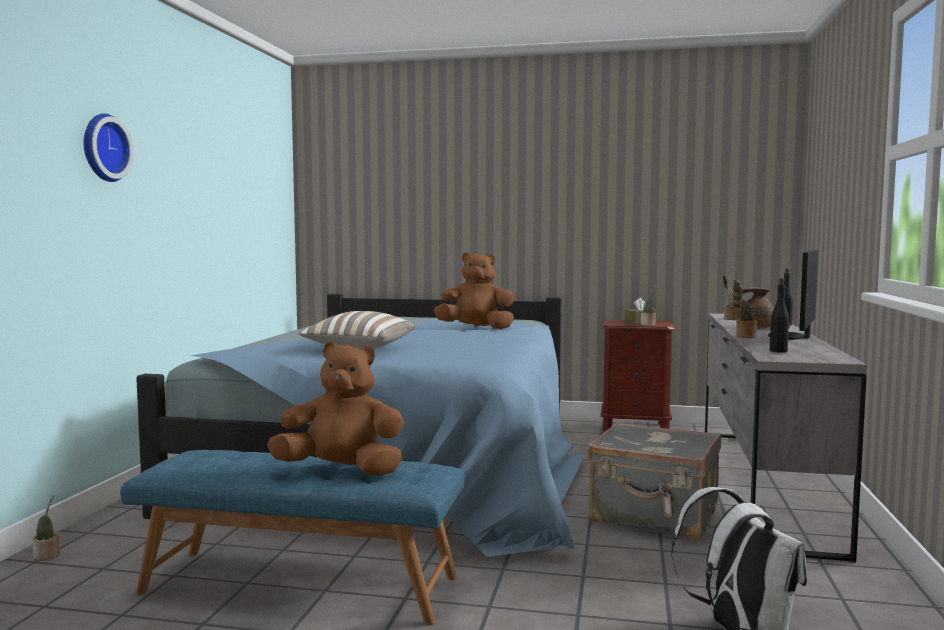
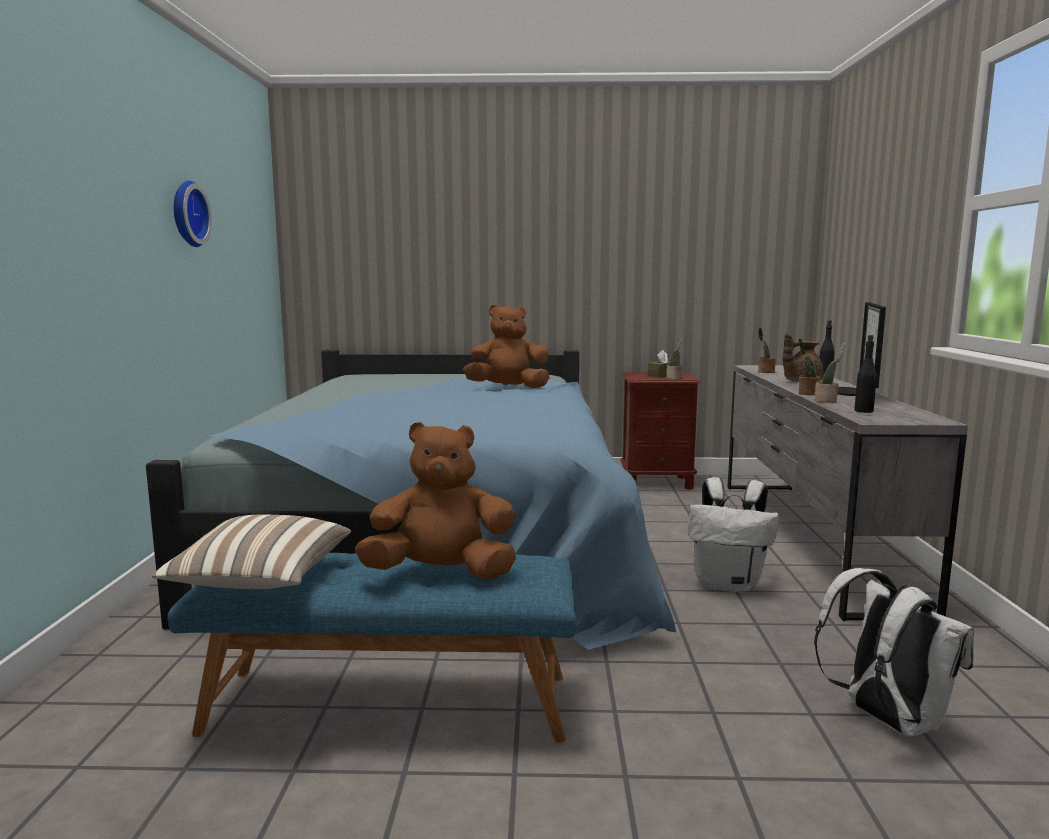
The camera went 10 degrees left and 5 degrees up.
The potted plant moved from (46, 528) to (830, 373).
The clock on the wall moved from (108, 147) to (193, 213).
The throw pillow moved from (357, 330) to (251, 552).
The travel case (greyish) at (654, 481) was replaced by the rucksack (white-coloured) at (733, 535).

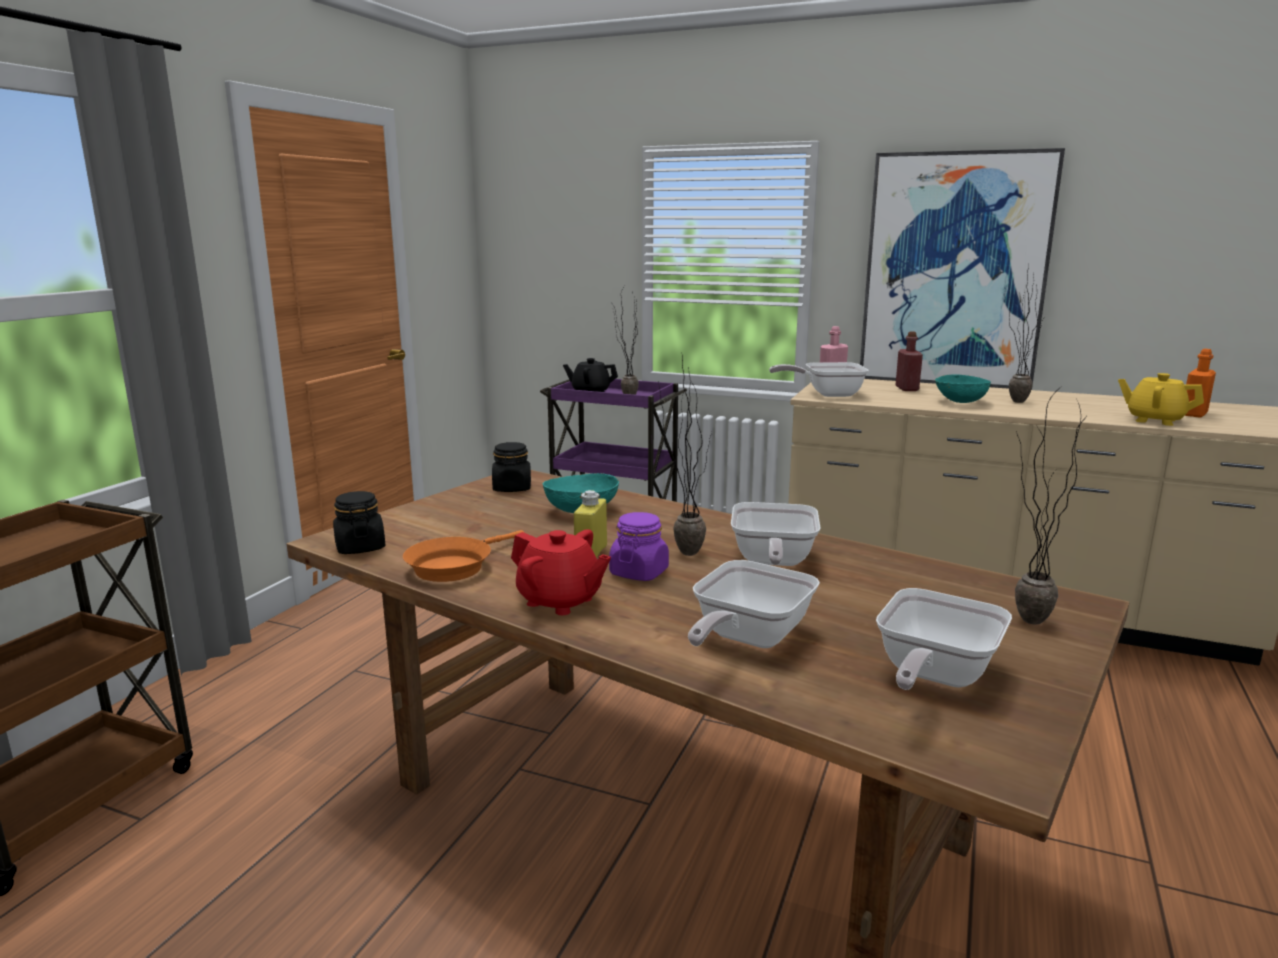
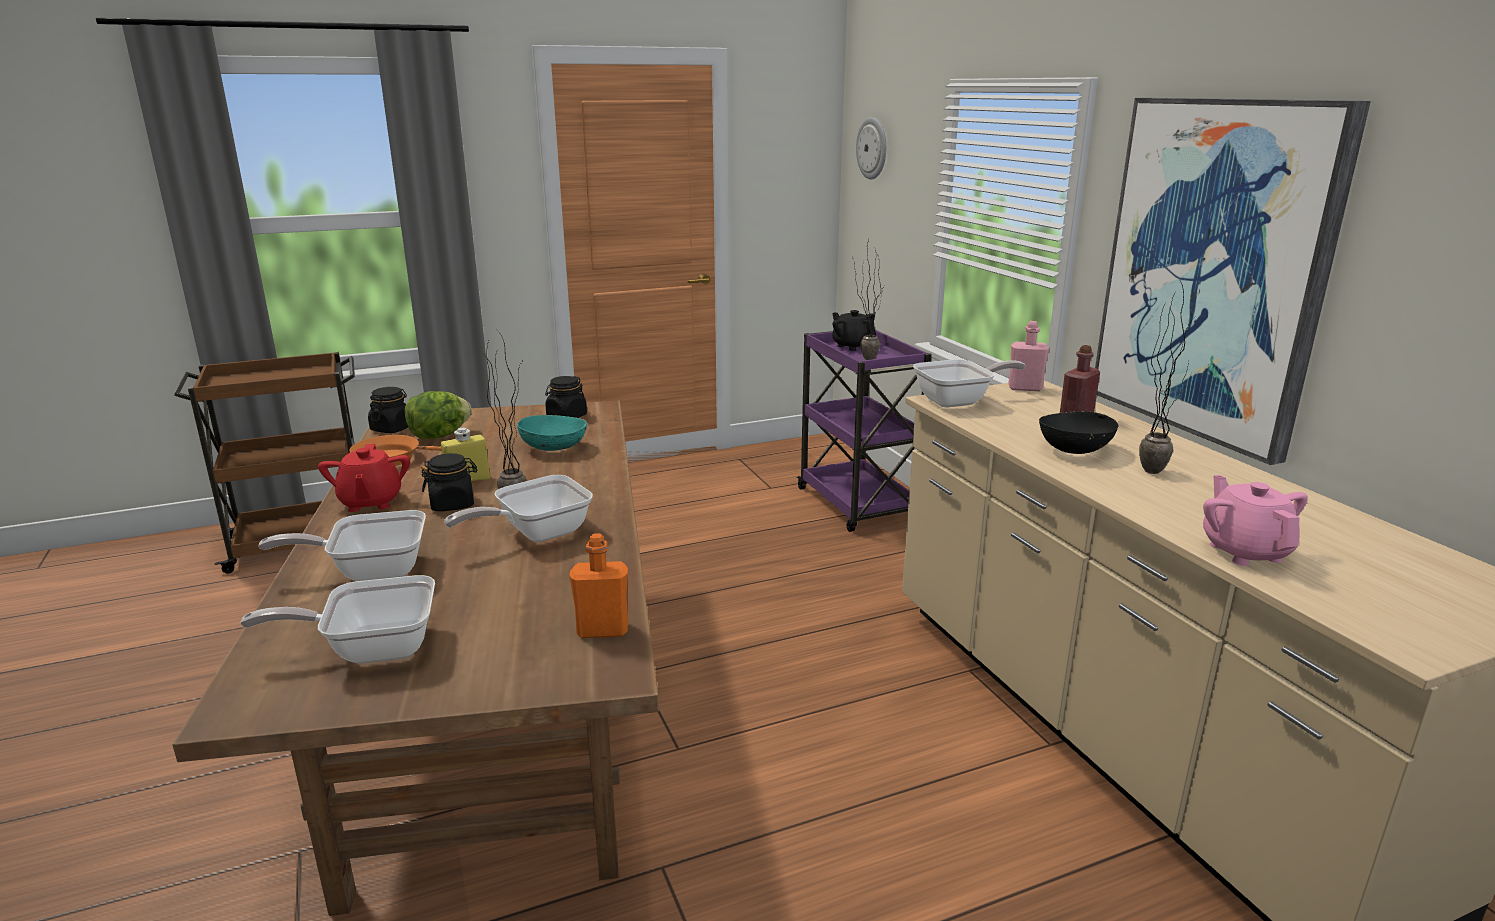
The camera went 45 degrees right and 5 degrees up.
The potted plant at (1051, 505) disappeared.
The lettuce at (438, 415) appeared.
The clock on the wall at (871, 148) appeared.
The drink bottle (orangey) moved from (1200, 383) to (598, 585).
The preserve jar (purplish) at (639, 546) became the preserve jar (black) at (449, 482).
The serving bowl (turquoise-coloured) at (963, 388) became the serving bowl (black) at (1078, 432).
The tea pot (yellow-coloured) at (1161, 399) became the tea pot (pinkish) at (1255, 520).
The frying pan at (819, 379) turned 120 degrees clockwise.

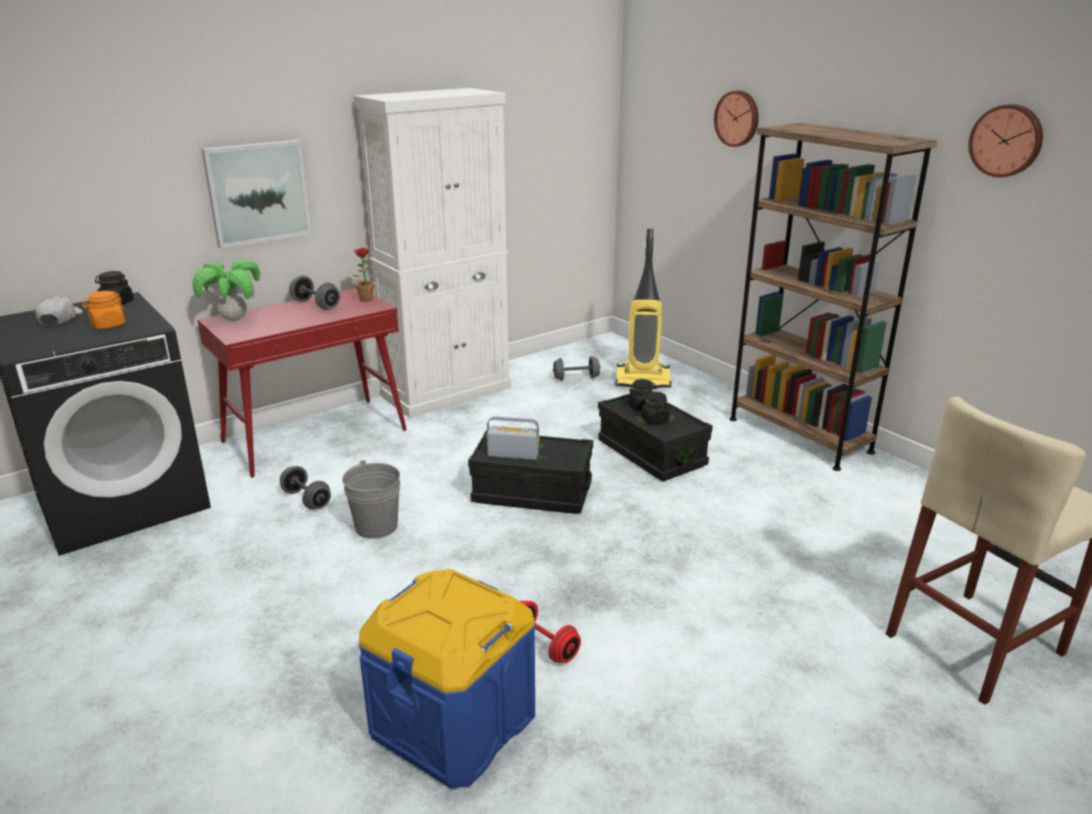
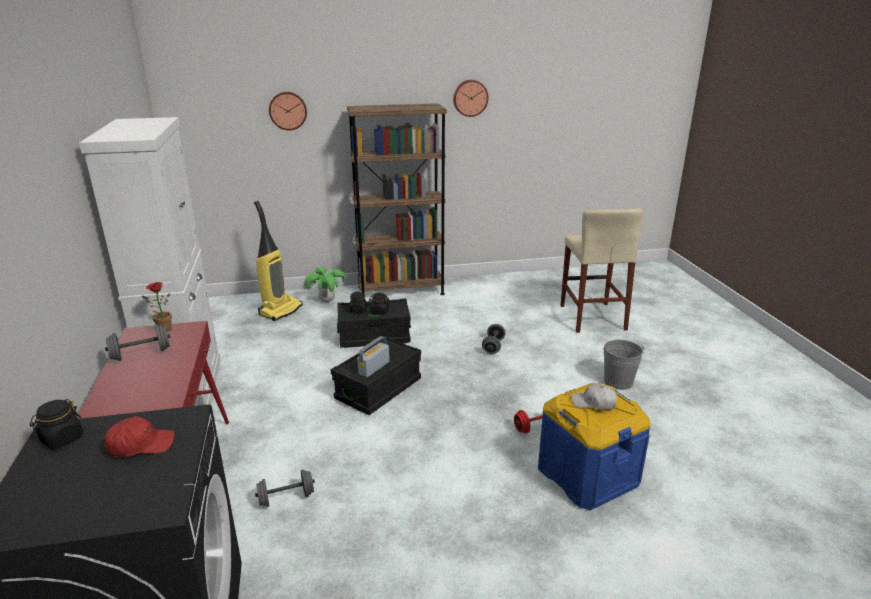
The camera went 65 degrees left and 0 degrees up.
The picture at (257, 194) disappeared.
The cap (white-coloured) moved from (59, 310) to (594, 396).
The potted plant moved from (226, 290) to (325, 284).
The pail (greyish) moved from (371, 499) to (624, 365).
The free weight (greyish) moved from (576, 368) to (494, 339).
The preserve jar (orangey) at (103, 310) was replaced by the cap (red-coloured) at (139, 436).

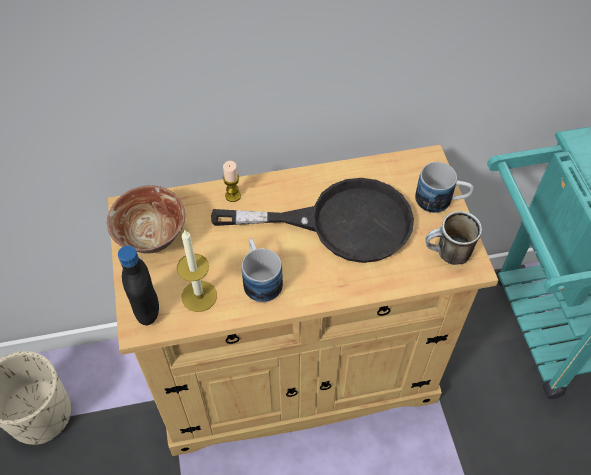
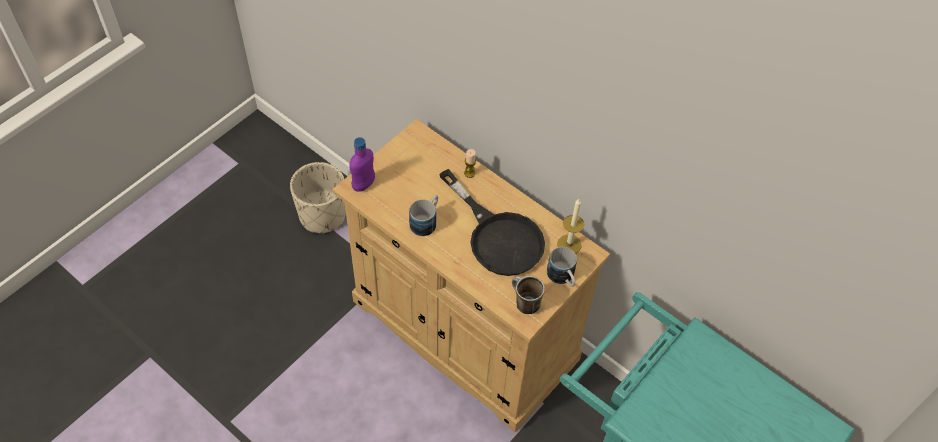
The camera went 50 degrees right and 0 degrees up.
The serving bowl at (146, 219) disappeared.
The candle moved from (197, 270) to (570, 226).
The drink bottle (black) at (138, 285) became the drink bottle (purplish) at (362, 164).

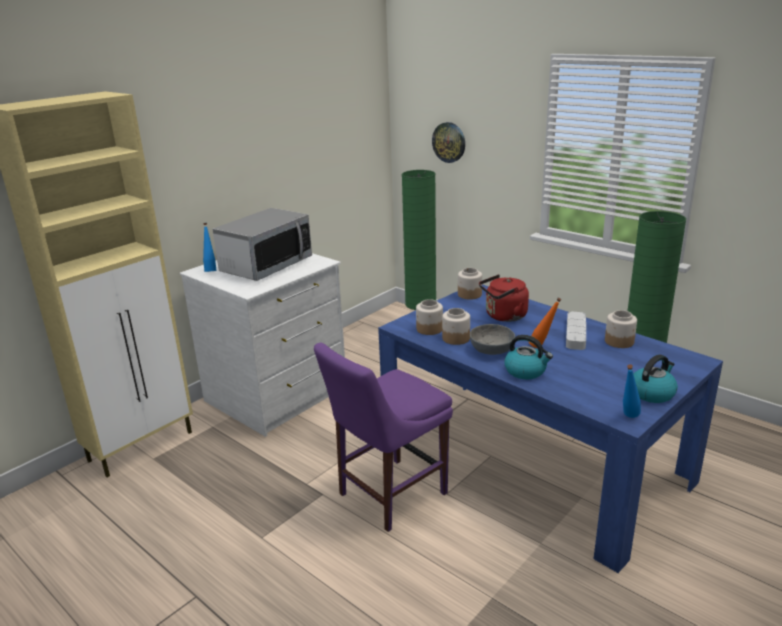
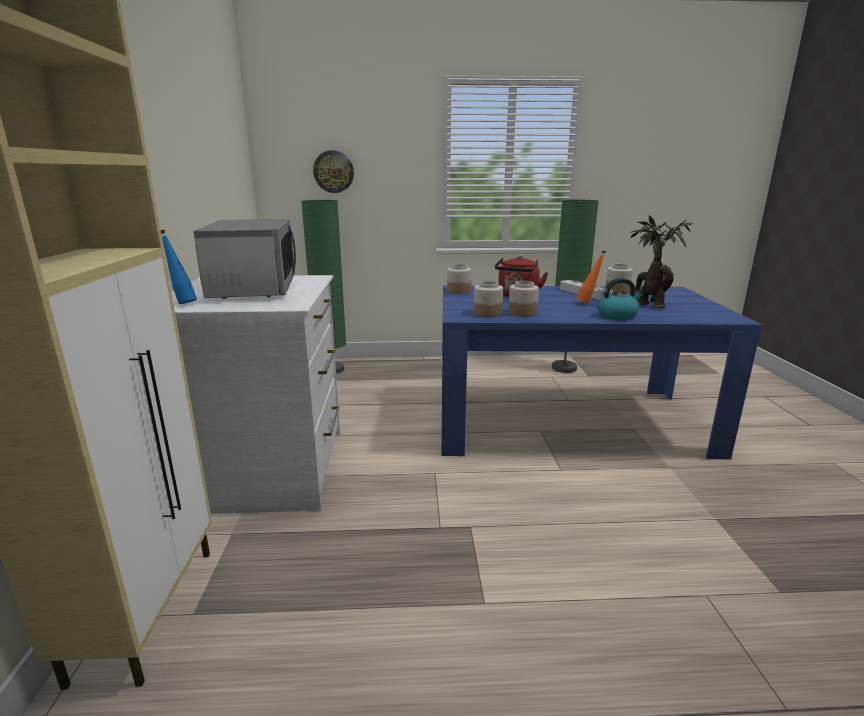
The camera went 45 degrees left and 5 degrees down.
The plain chair (purplish) at (383, 437) disappeared.
The serving bowl (greyish) at (492, 339) disappeared.
The drink bottle (bluish) at (632, 391) disappeared.
The tea kettle at (655, 378) disappeared.
The potted plant at (661, 261) appeared.

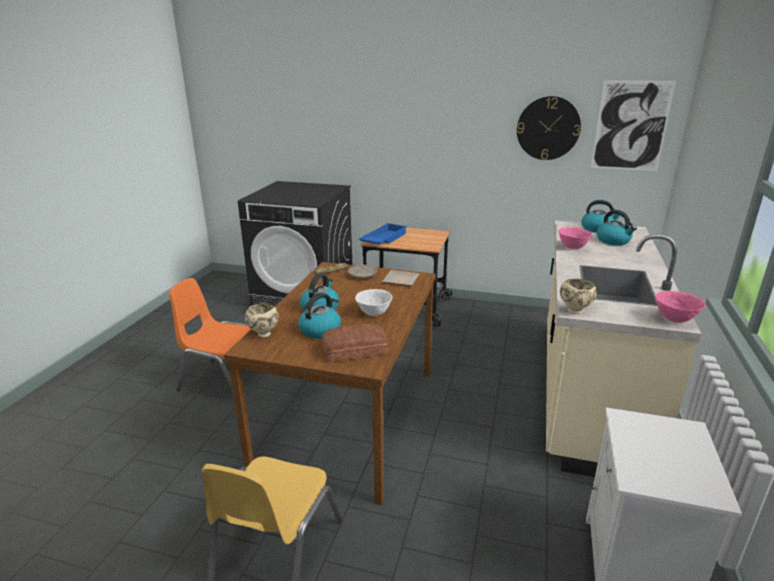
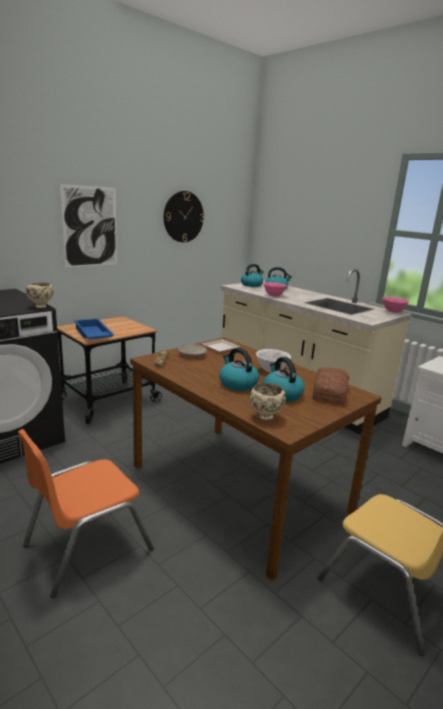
The camera went 60 degrees left and 5 degrees down.
The serving bowl (beige-coloured) moved from (578, 296) to (40, 295).
The picture moved from (633, 125) to (88, 226).

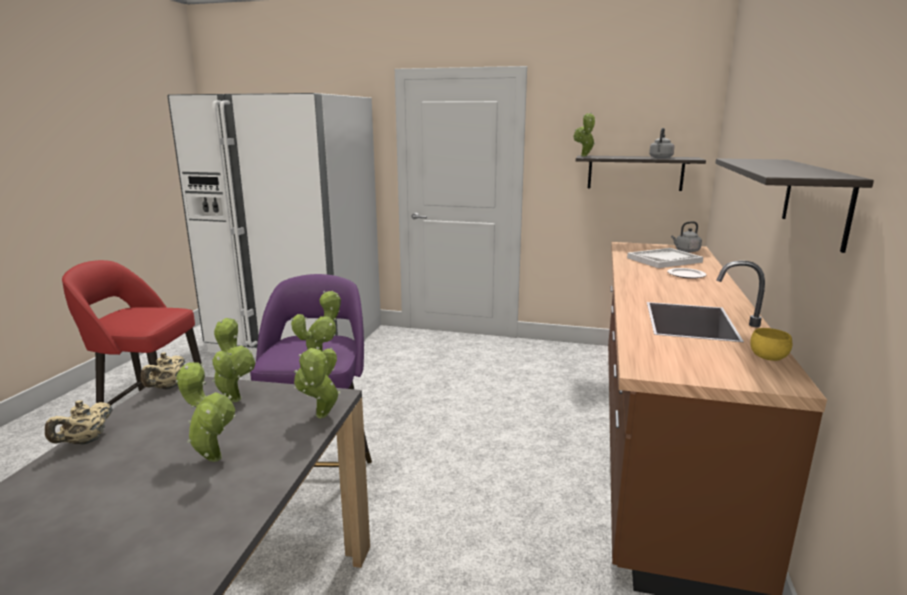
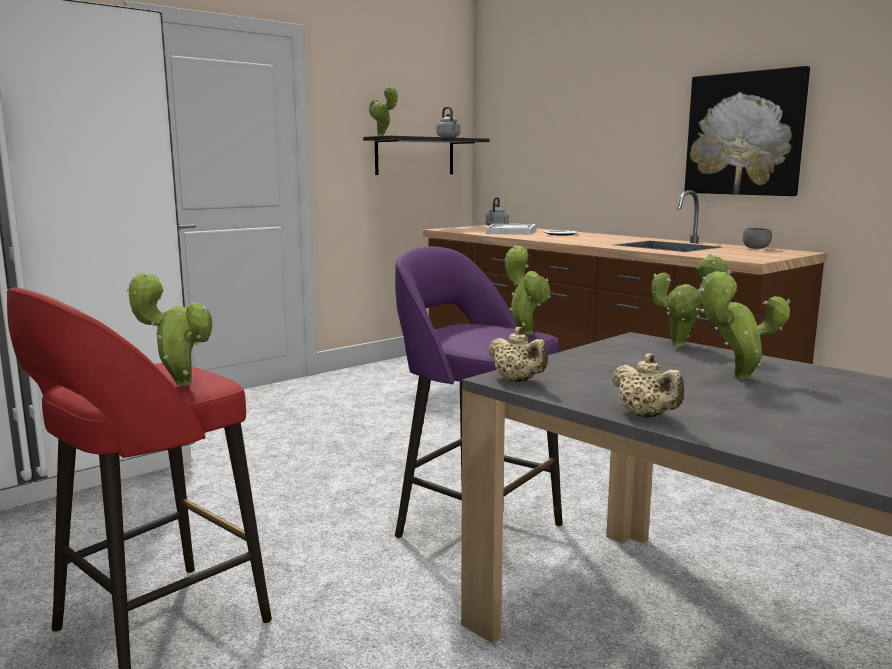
The camera went 55 degrees left and 5 degrees down.
The potted plant moved from (233, 360) to (169, 329).
The wall shelf at (794, 205) was replaced by the picture at (747, 131).
The serving bowl (yellow-coloured) at (771, 344) became the serving bowl (greyish) at (757, 238).

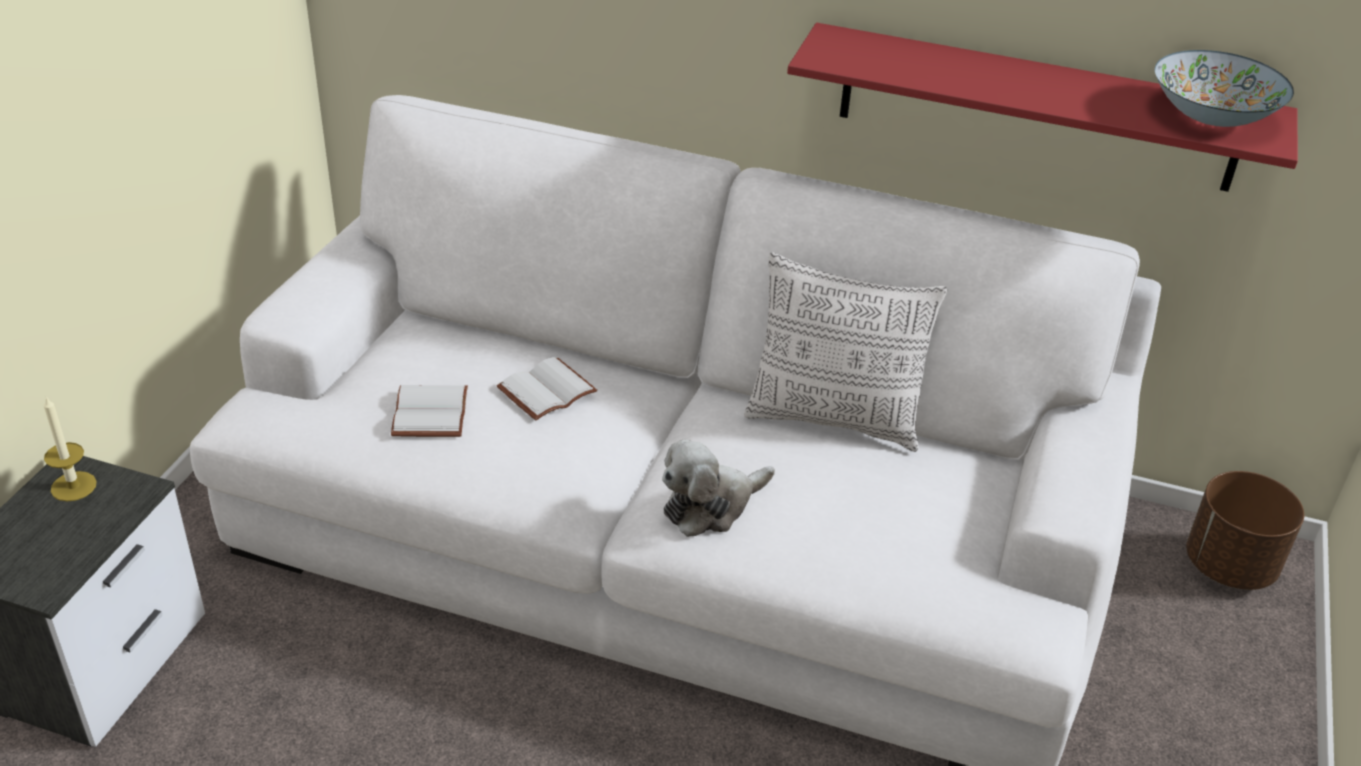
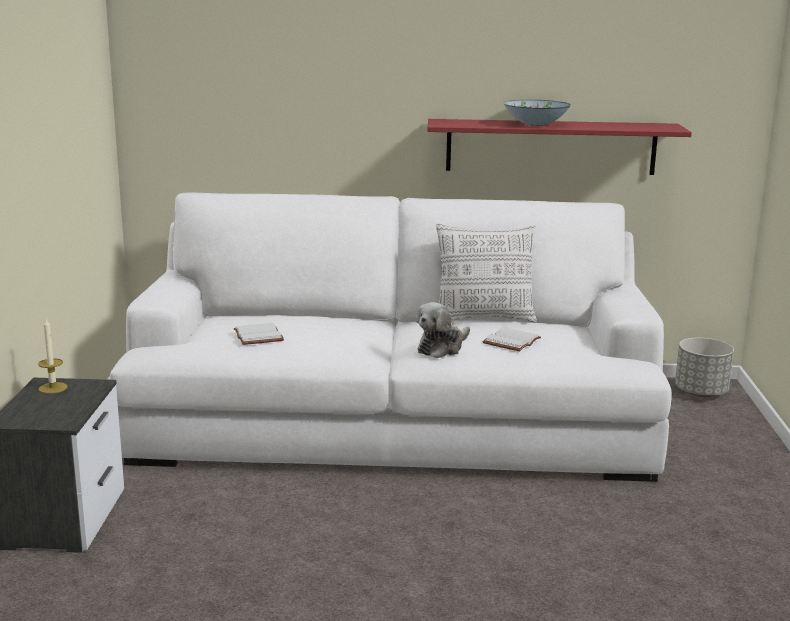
The camera went 15 degrees left and 20 degrees down.
The volume (white-coloured) moved from (547, 389) to (512, 339).
The serving bowl moved from (1224, 88) to (537, 113).
The flower pot (brownish) at (1245, 530) became the flower pot (greyish) at (704, 367).

